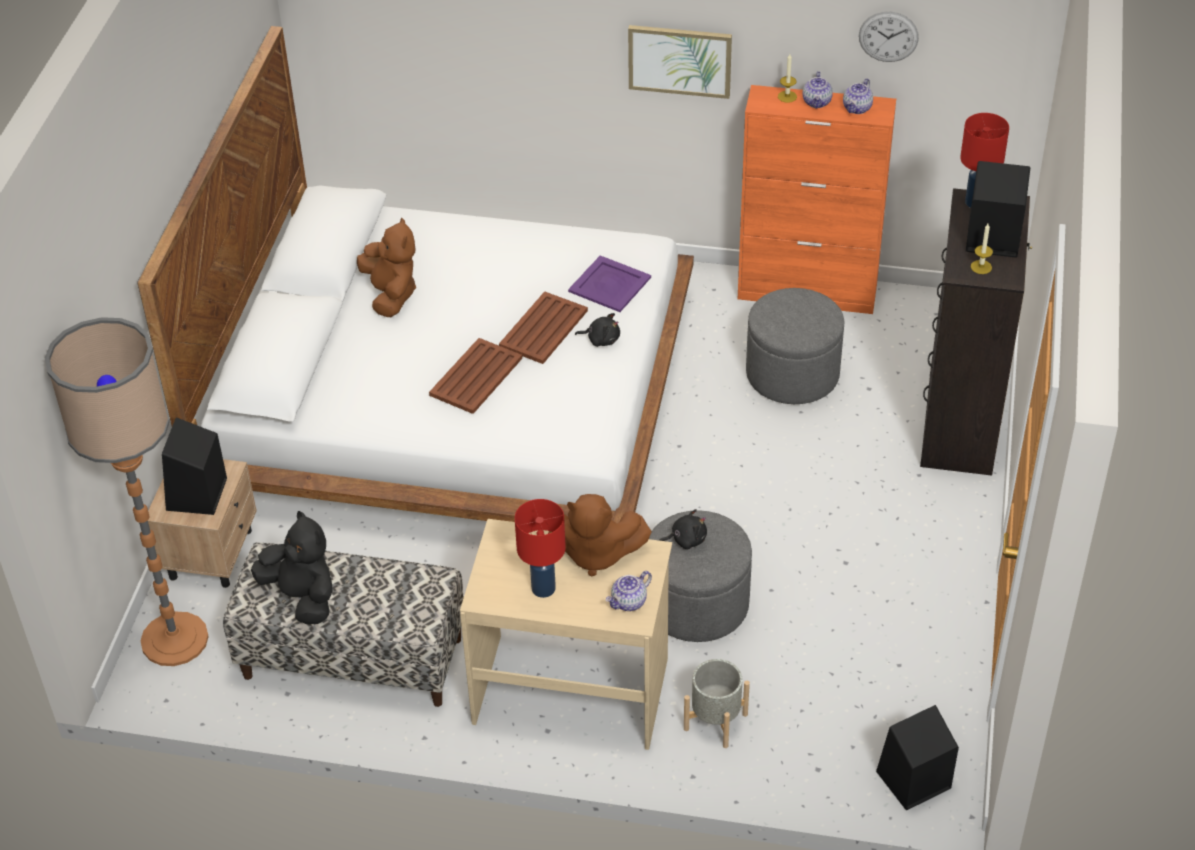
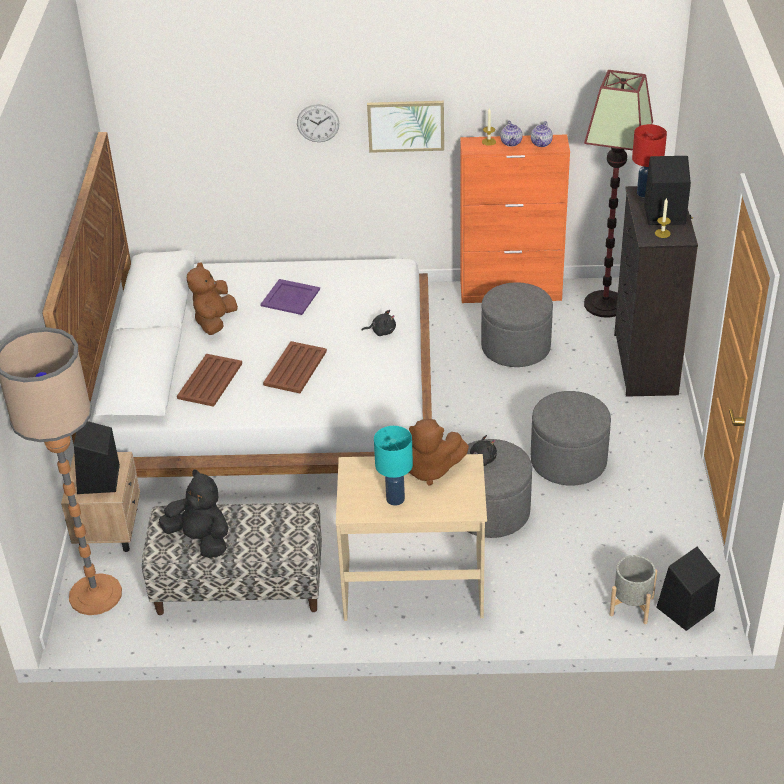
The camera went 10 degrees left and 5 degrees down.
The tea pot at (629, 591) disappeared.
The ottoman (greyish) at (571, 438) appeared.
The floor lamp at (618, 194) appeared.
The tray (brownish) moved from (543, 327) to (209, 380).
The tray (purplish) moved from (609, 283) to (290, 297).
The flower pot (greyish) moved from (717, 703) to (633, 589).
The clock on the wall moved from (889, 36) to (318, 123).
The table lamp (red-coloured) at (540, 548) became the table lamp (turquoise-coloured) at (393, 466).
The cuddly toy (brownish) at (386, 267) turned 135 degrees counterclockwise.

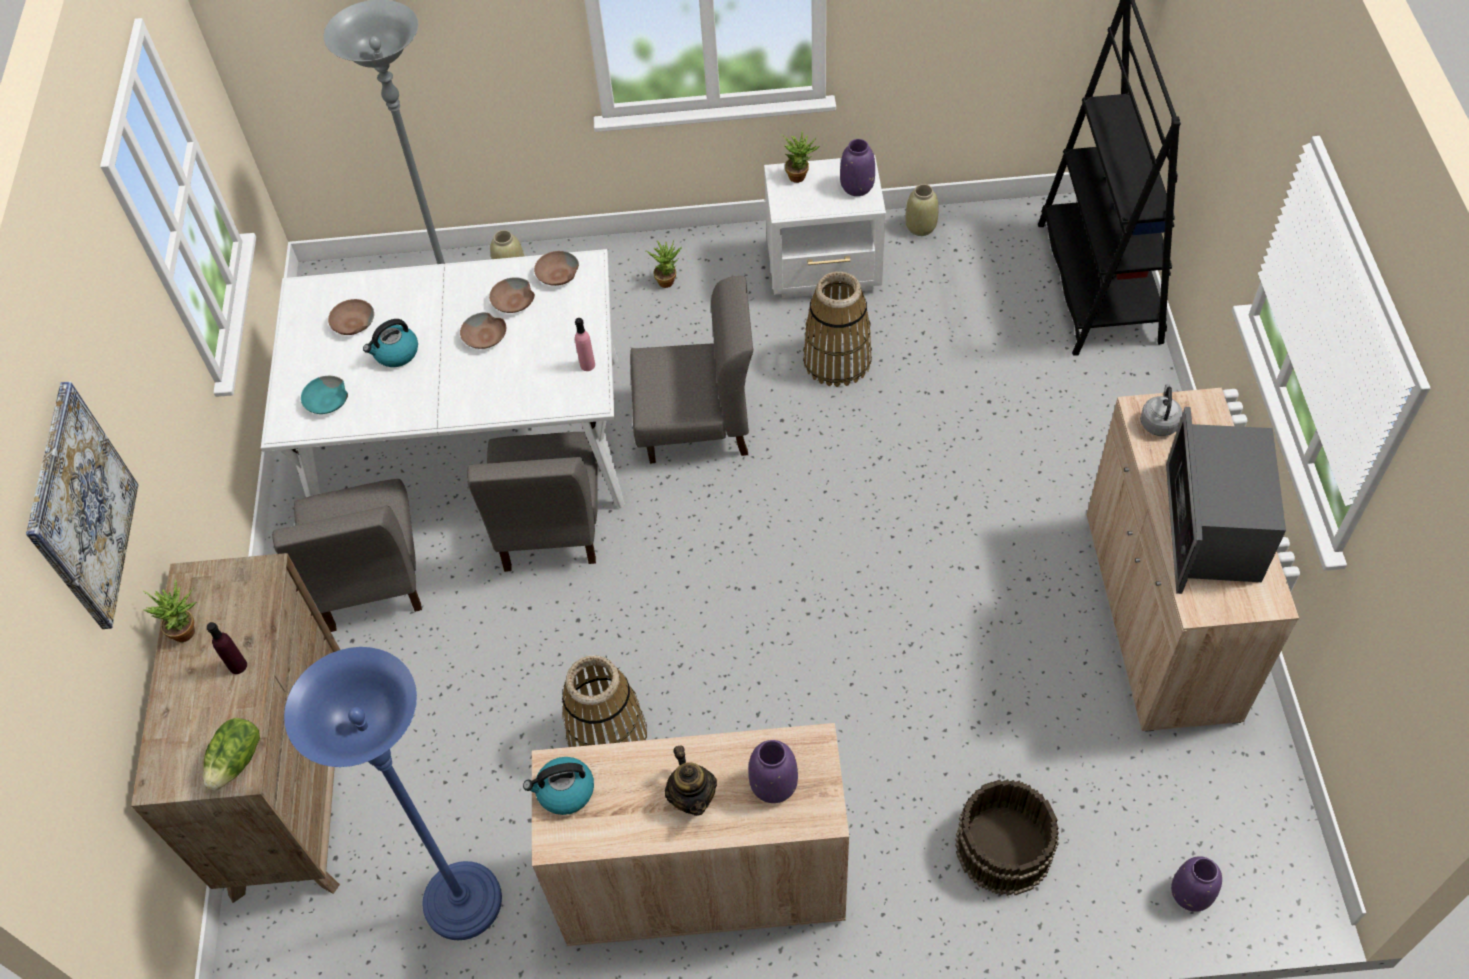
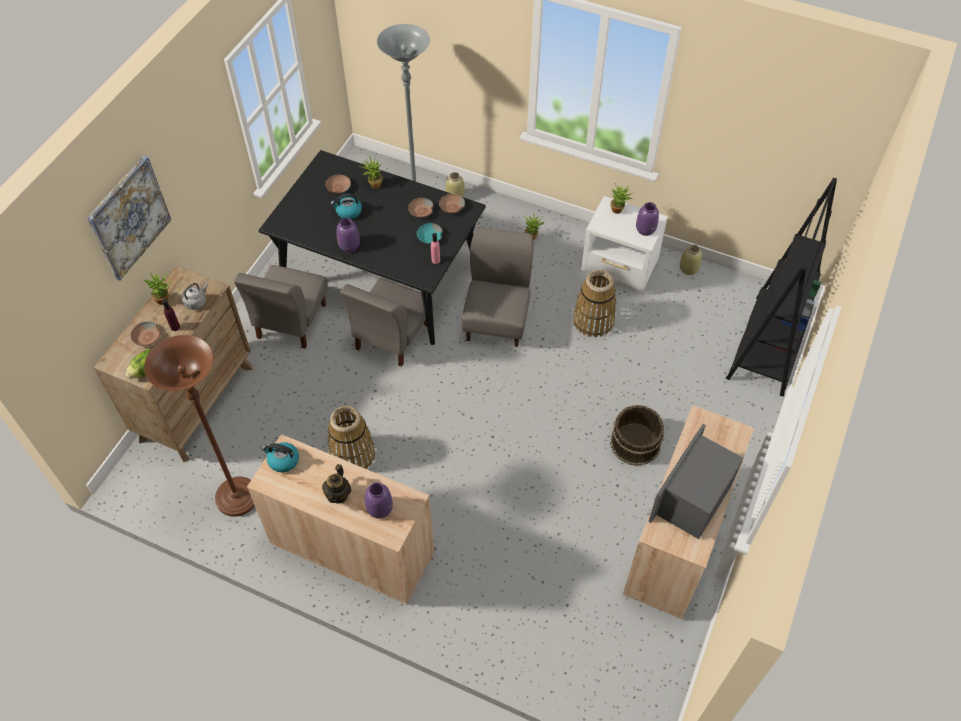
The camera went 25 degrees right and 0 degrees up.
The potted plant at (370, 172) appeared.
The serving bowl (turquoise-coloured) moved from (324, 395) to (430, 233).
The serving bowl (brownish) moved from (483, 330) to (145, 333).
The pail (brownish) moved from (1007, 837) to (637, 435).
The tea kettle (greyish) moved from (1161, 410) to (194, 296).
The flower vase (purplish) moved from (1196, 884) to (348, 235).
The dinner table (white-coloured) at (443, 378) became the dinner table (black) at (372, 247).
The floor lamp (bluish) at (393, 793) became the floor lamp (brownish) at (199, 426).
The plain chair (greyish) at (691, 370) turned 105 degrees counterclockwise.

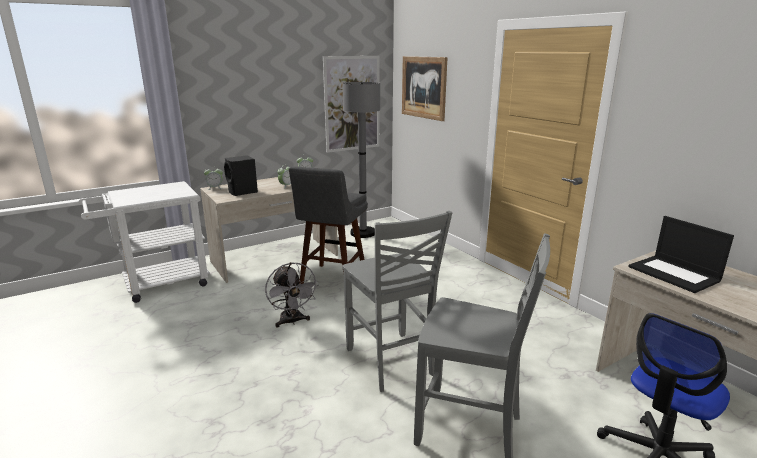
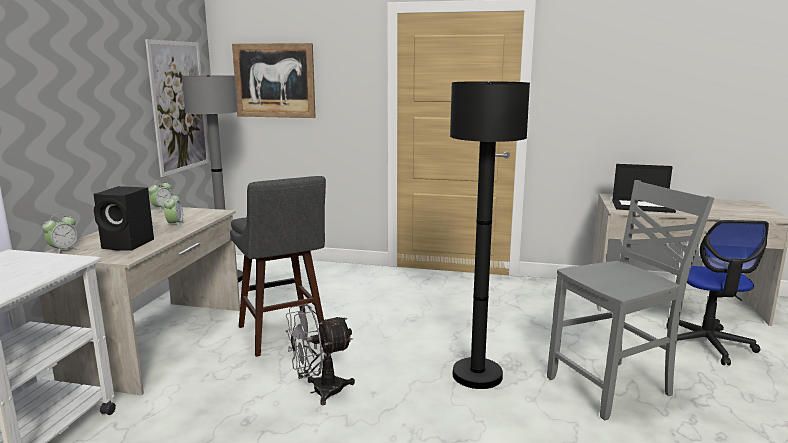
The camera went 45 degrees left and 5 degrees down.
The plain chair (greyish) at (397, 301) was replaced by the floor lamp (black) at (490, 235).
The electric fan (greyish) at (292, 295) turned 135 degrees clockwise.

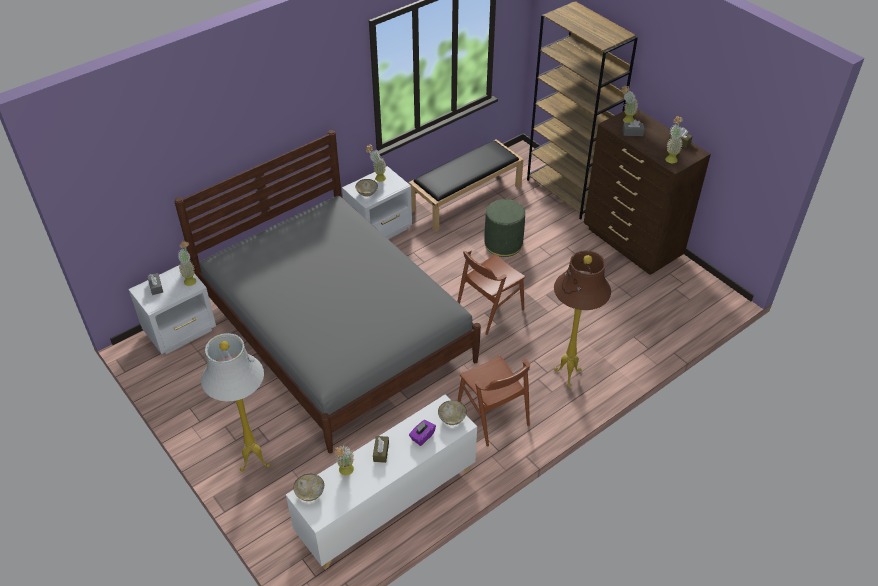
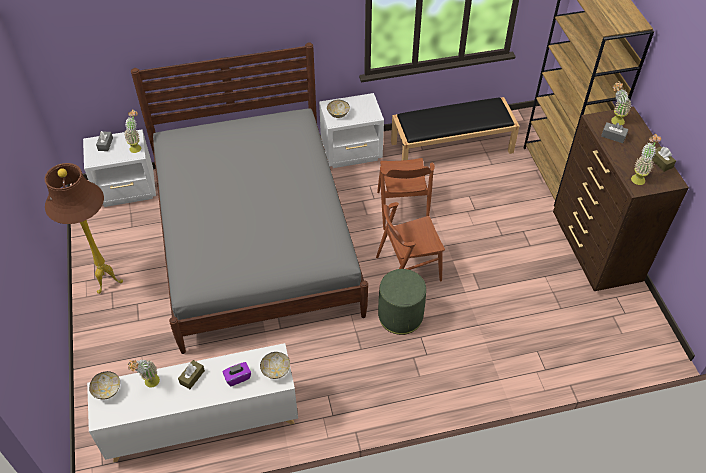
The camera went 25 degrees right and 5 degrees up.
The floor lamp (white-coloured) at (235, 402) disappeared.
The potted plant at (376, 163) disappeared.
The plain chair (brownish) moved from (494, 400) to (406, 194).
The ottoman (green-coloured) moved from (504, 228) to (402, 302).
The floor lamp (brownish) moved from (582, 318) to (84, 228).

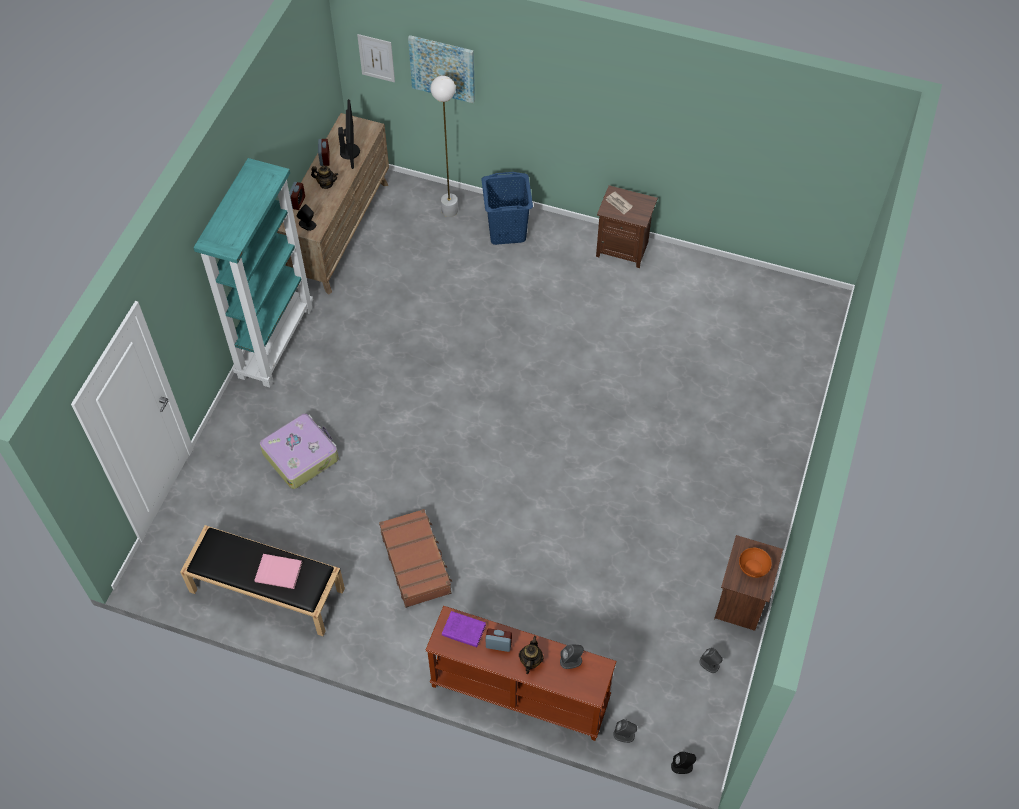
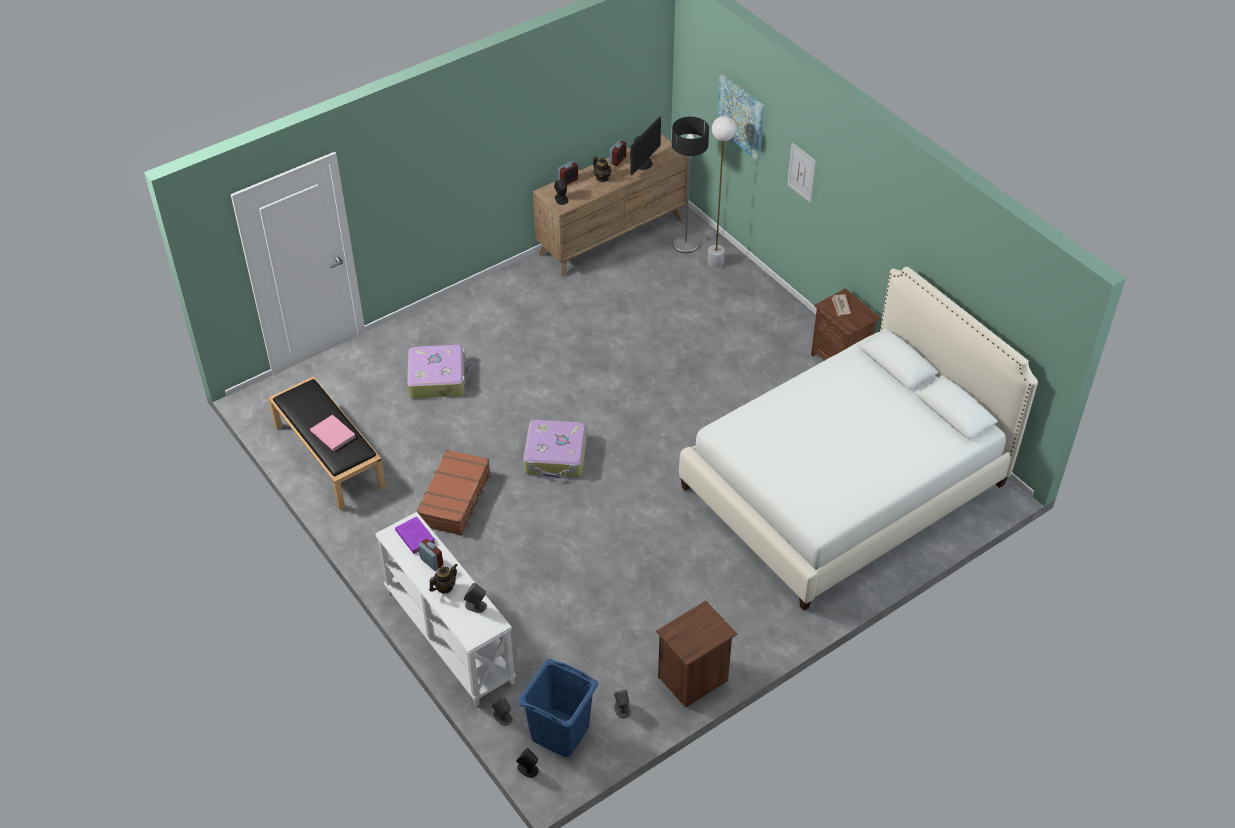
The camera went 35 degrees right and 10 degrees down.
The shelving unit (turquoise-coloured) at (253, 273) disappeared.
The serving bowl (orangey) at (755, 563) disappeared.
The travel case at (555, 448) appeared.
The floor lamp at (690, 185) appeared.
The sleeping bed (white-coloured) at (858, 439) appeared.
The picture moved from (376, 58) to (801, 173).
The hamper (bluish) moved from (507, 208) to (558, 708).
The narrow table (brownish) at (521, 673) became the narrow table (white-coloured) at (445, 609).

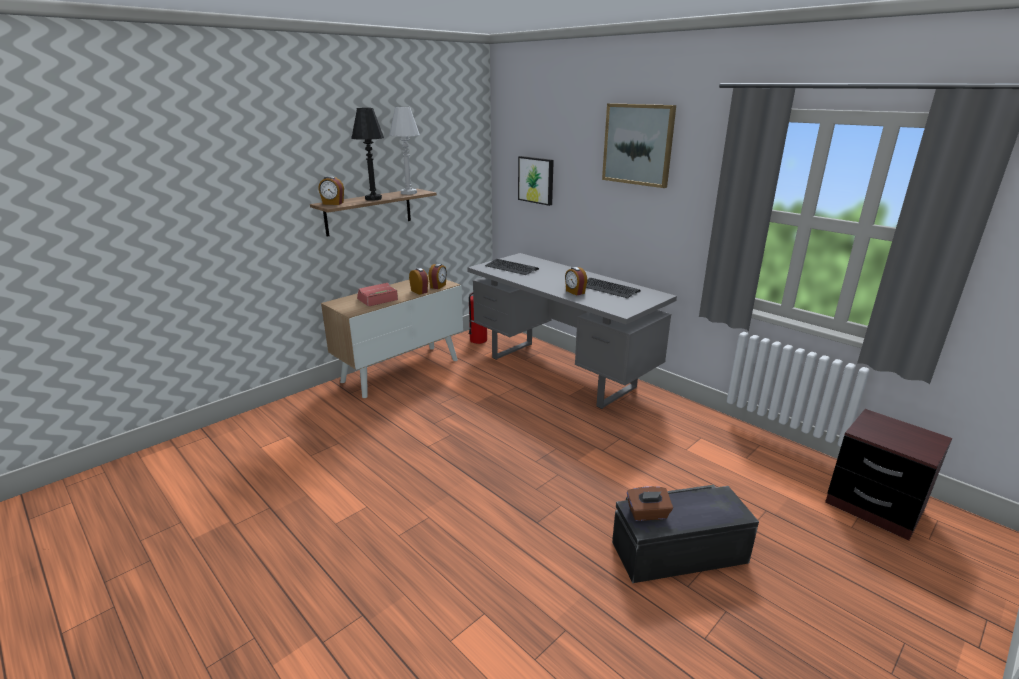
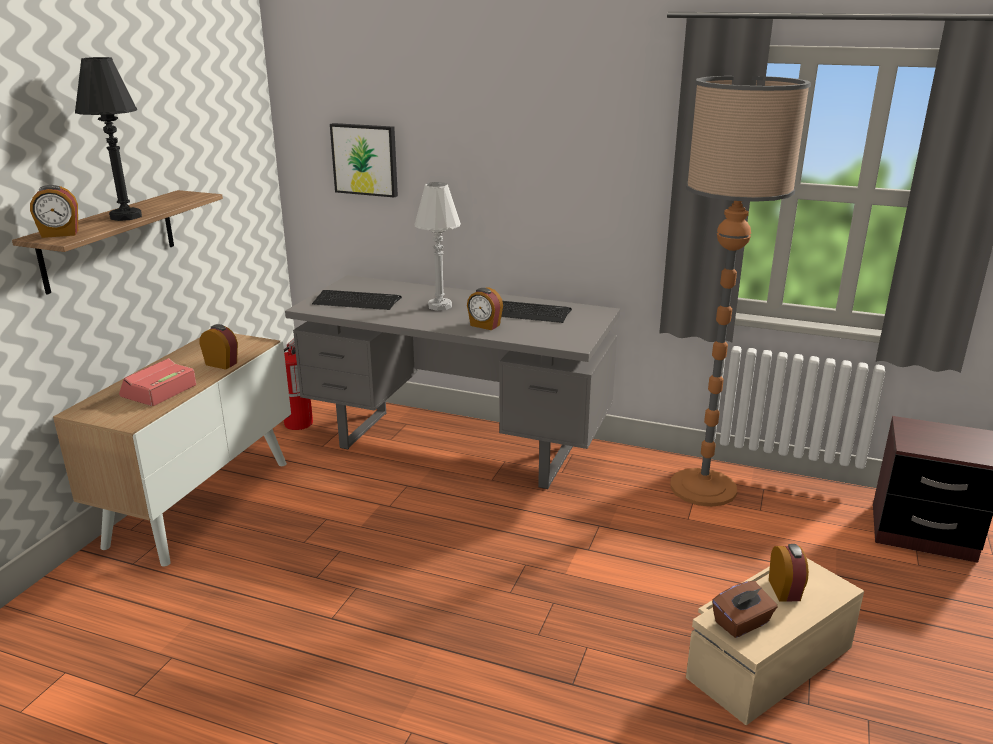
The camera went 25 degrees left and 0 degrees up.
The picture at (639, 145) disappeared.
The floor lamp at (740, 291) appeared.
The table lamp (white-coloured) moved from (404, 151) to (437, 246).
The alarm clock moved from (437, 276) to (789, 573).
The storage bin (black) at (685, 534) became the storage bin (beige-coloured) at (775, 641).

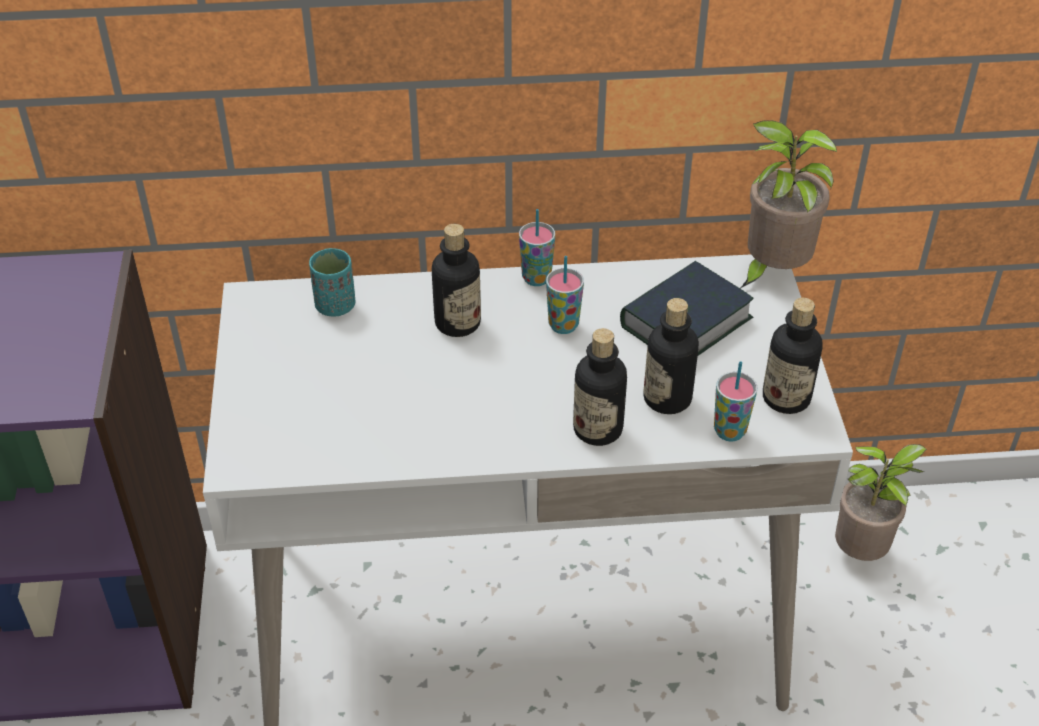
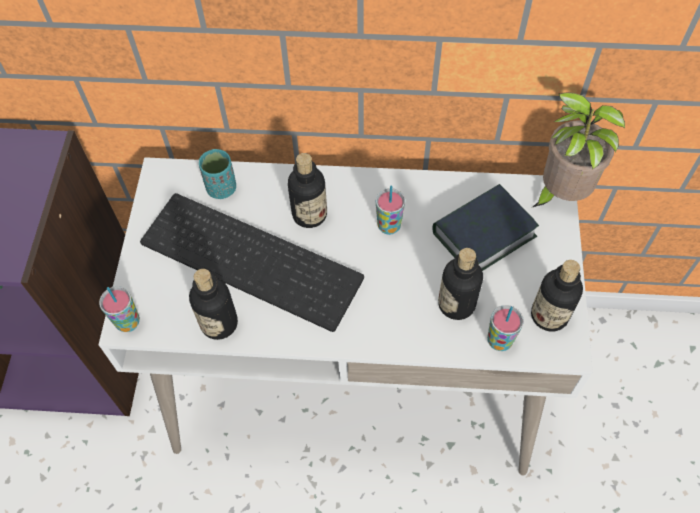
The camera went 10 degrees right and 15 degrees up.
The potted plant at (881, 502) disappeared.
The keyboard at (252, 262) appeared.
The drinking cup moved from (537, 247) to (119, 309).
The drink bottle moved from (600, 387) to (213, 304).

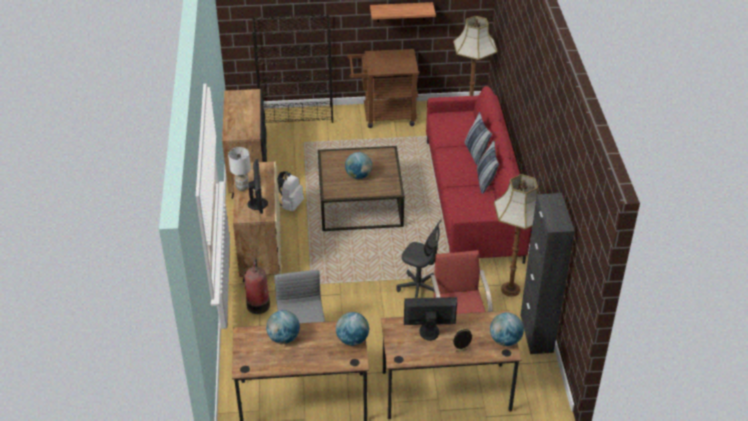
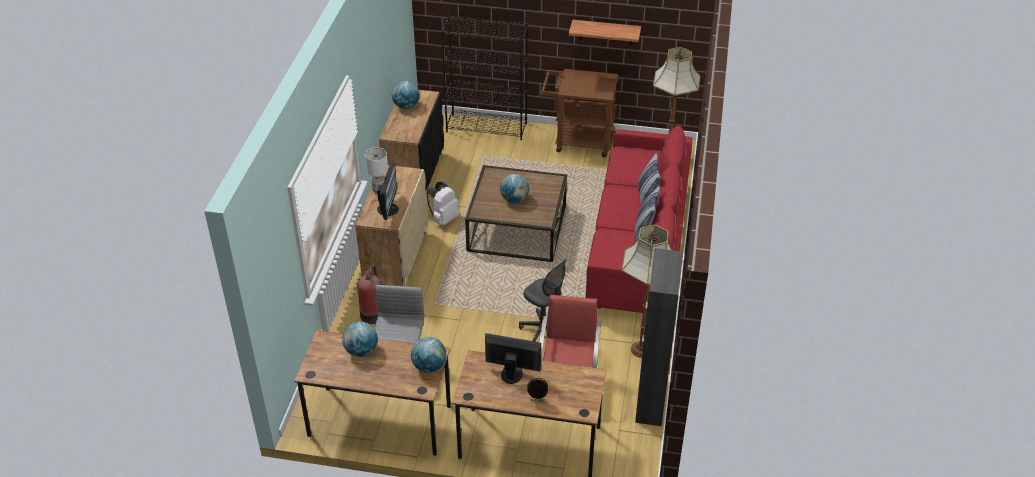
The camera went 15 degrees right and 0 degrees up.
The desk globe moved from (507, 329) to (406, 95).

